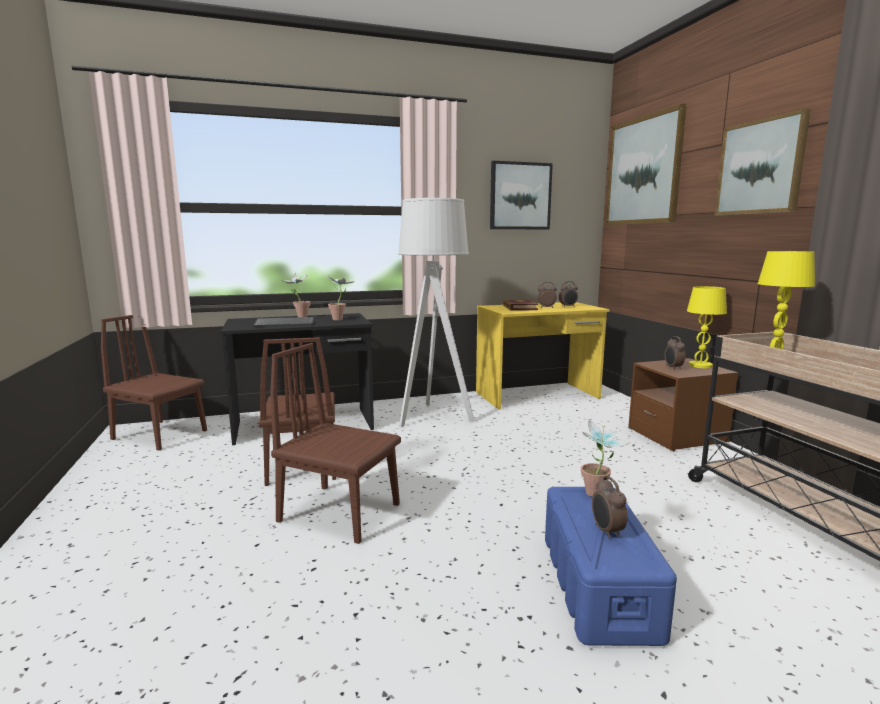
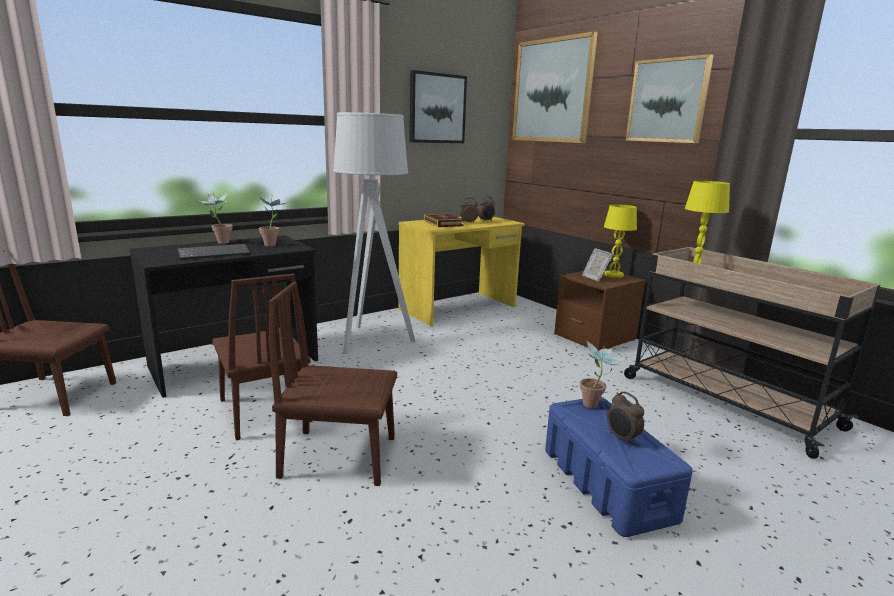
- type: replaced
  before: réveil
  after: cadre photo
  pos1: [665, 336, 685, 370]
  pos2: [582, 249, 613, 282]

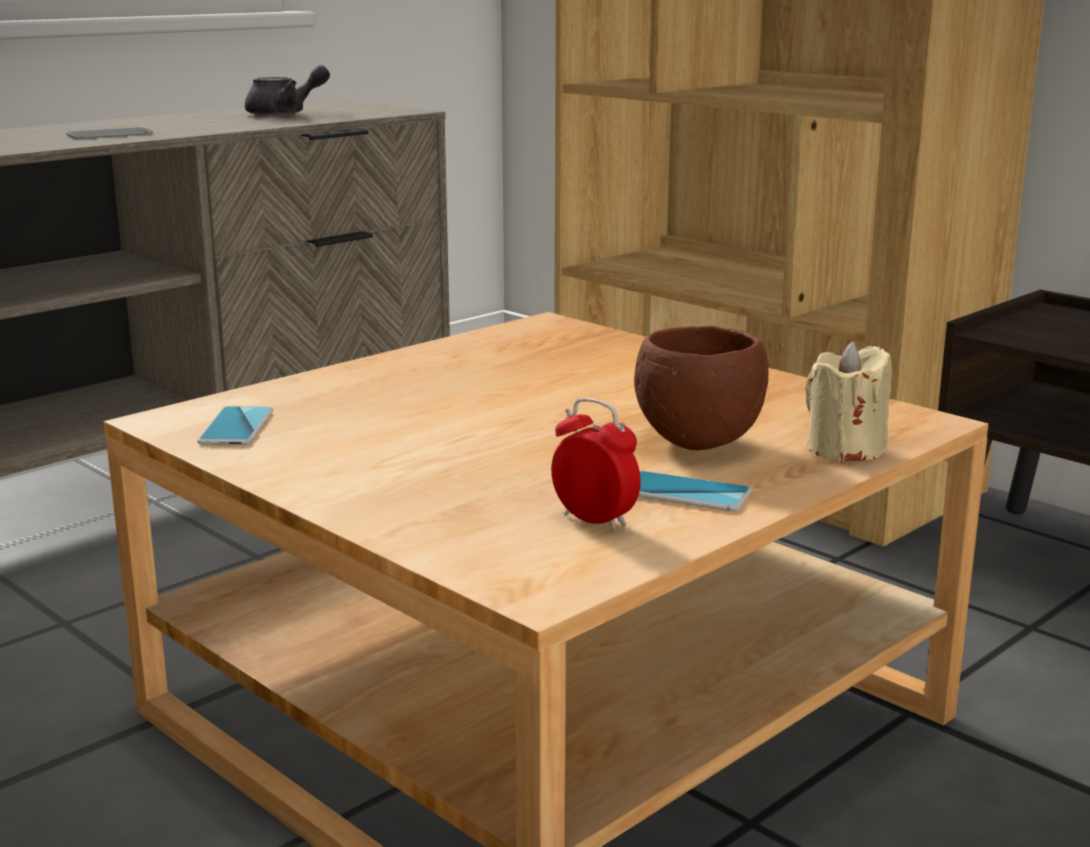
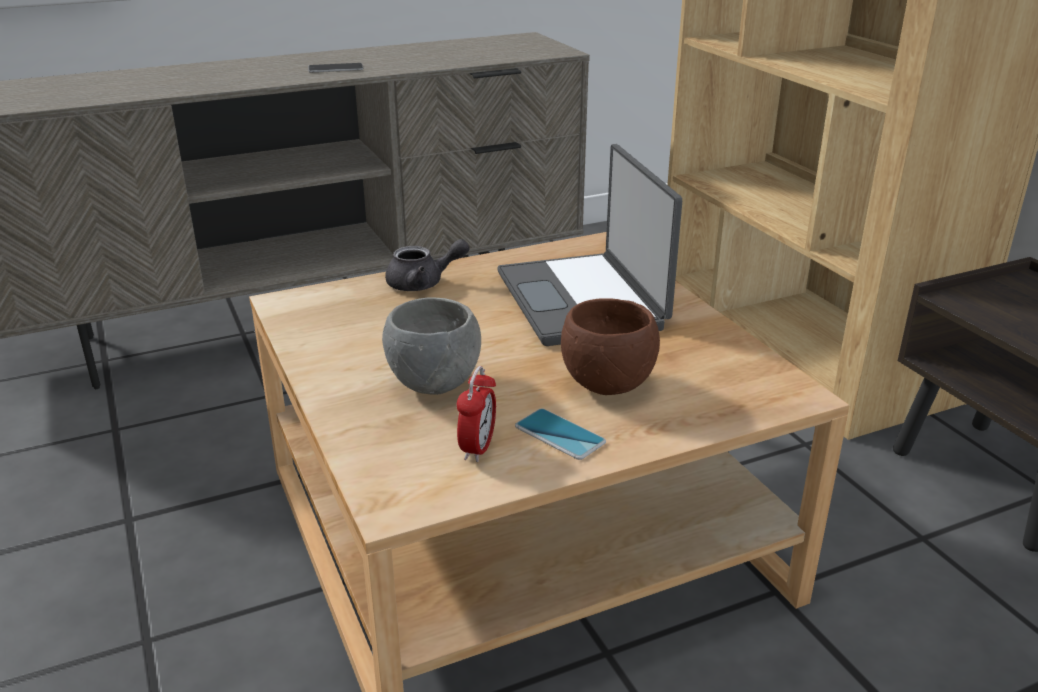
- type: added
  after: bol/gris
  pos2: [382, 297, 481, 395]
- type: moved
  before: théière/gris
  pos1: [245, 65, 330, 116]
  pos2: [385, 239, 469, 291]
- type: turned
  before: réveil
  pos1: [551, 398, 641, 531]
  pos2: [457, 366, 496, 462]
  turn: 45
- type: added
  after: ordinateur portable
  pos2: [497, 144, 682, 346]
- type: removed
  before: téléphone
  pos1: [197, 406, 273, 445]
- type: removed
  before: bougie/beige
  pos1: [805, 341, 892, 462]

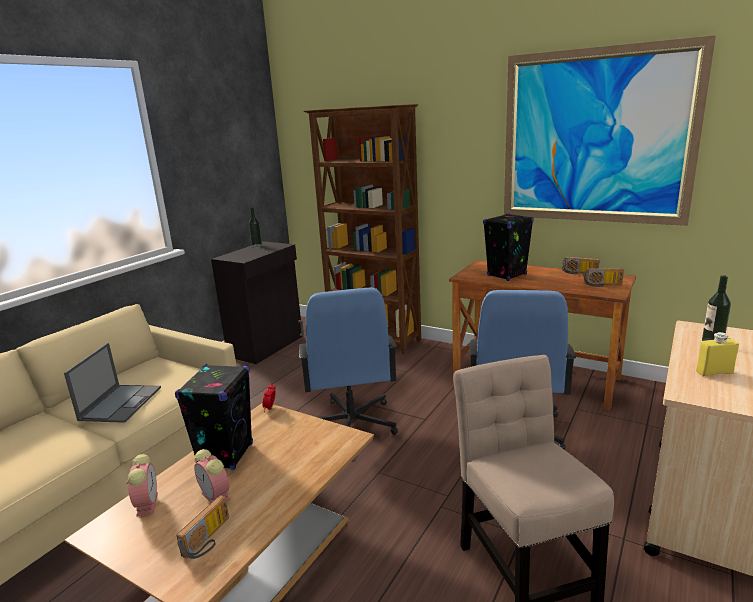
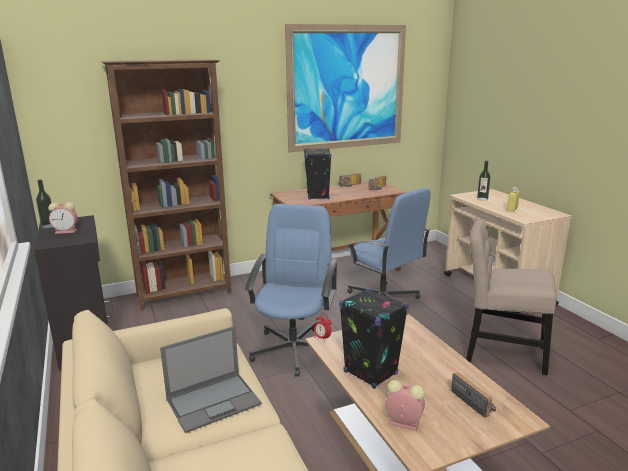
- type: moved
  before: réveil
  pos1: [194, 449, 230, 503]
  pos2: [48, 202, 78, 234]
- type: turned
  before: ordinateur portable
  pos1: [64, 343, 161, 423]
  pos2: [160, 326, 262, 433]
  turn: 105
- type: turned
  before: chaise de bureau/bleu
  pos1: [299, 288, 398, 435]
  pos2: [245, 204, 338, 377]
  turn: -105

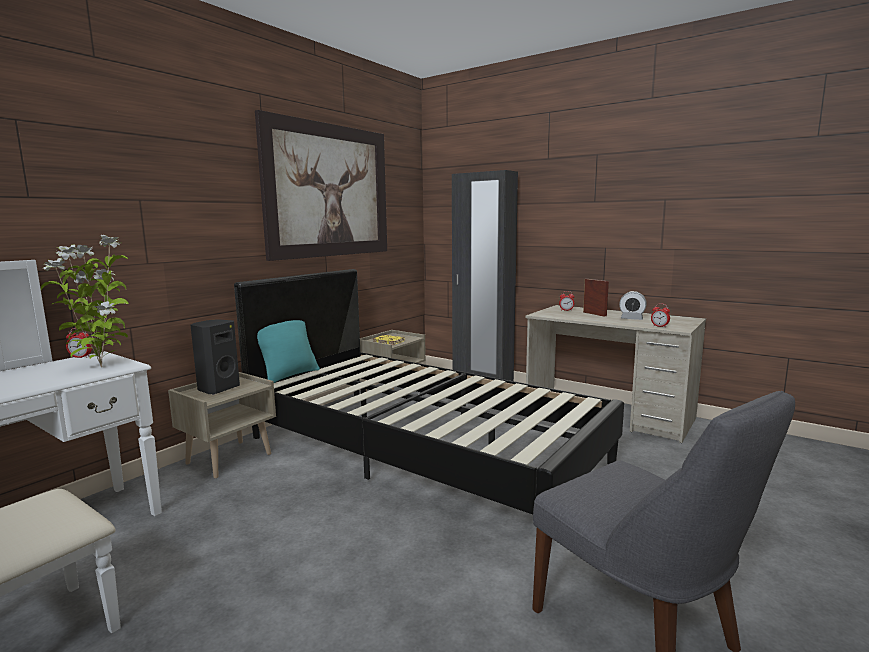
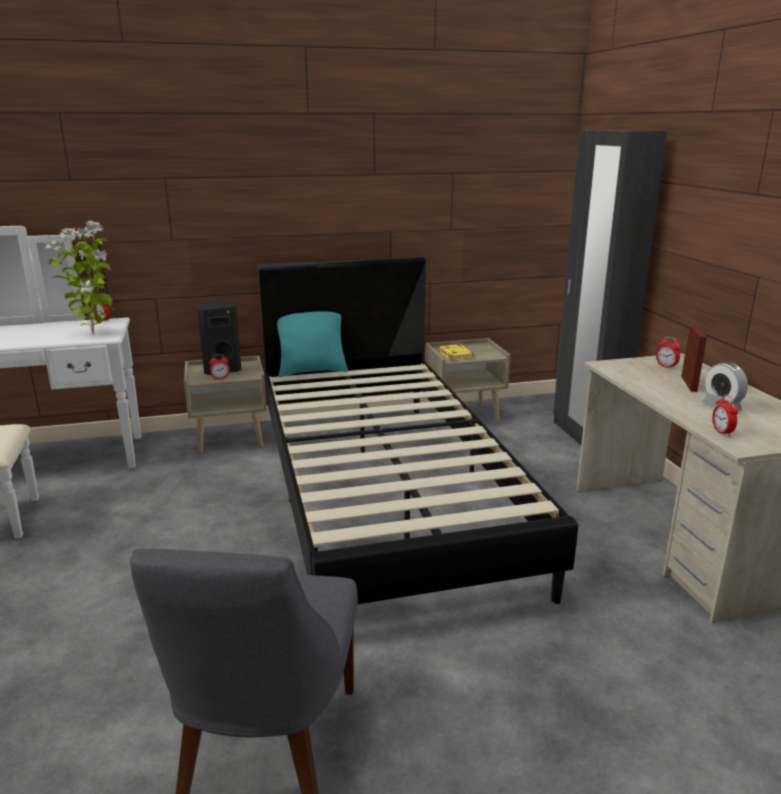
- type: added
  after: réveil
  pos2: [210, 354, 230, 380]
- type: removed
  before: tableau
  pos1: [255, 110, 387, 261]

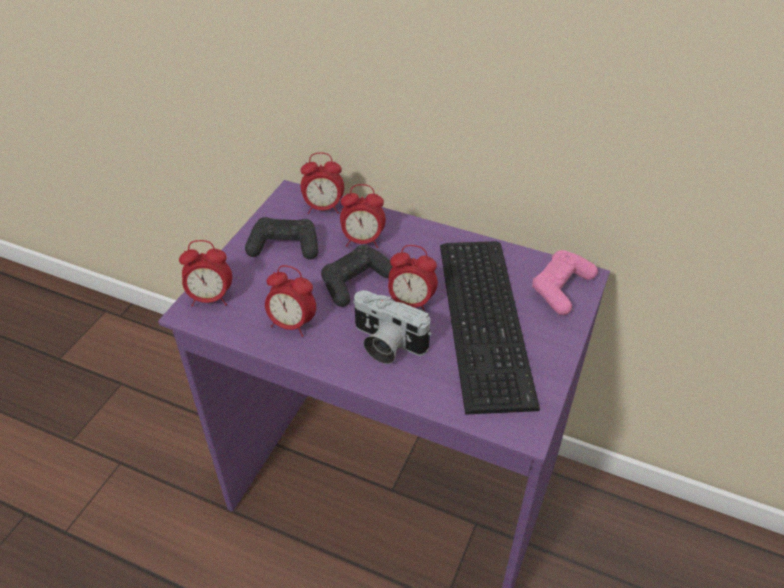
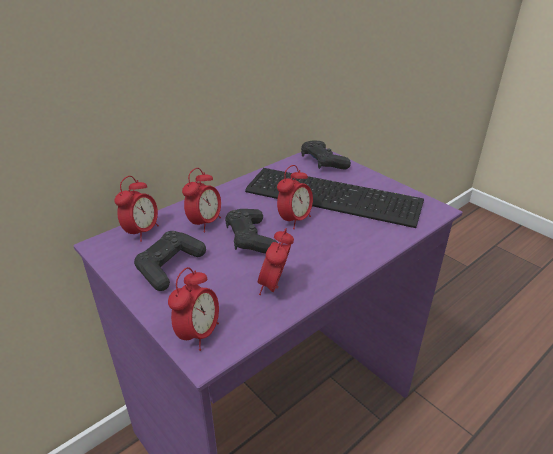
- type: turned
  before: réveil
  pos1: [265, 265, 316, 337]
  pos2: [258, 228, 294, 295]
  turn: 150
- type: recoloured
  before: manette/rose
  after: manette/noir
  pos1: [532, 250, 598, 315]
  pos2: [301, 140, 351, 170]
- type: removed
  before: appareil photo
  pos1: [353, 290, 432, 364]

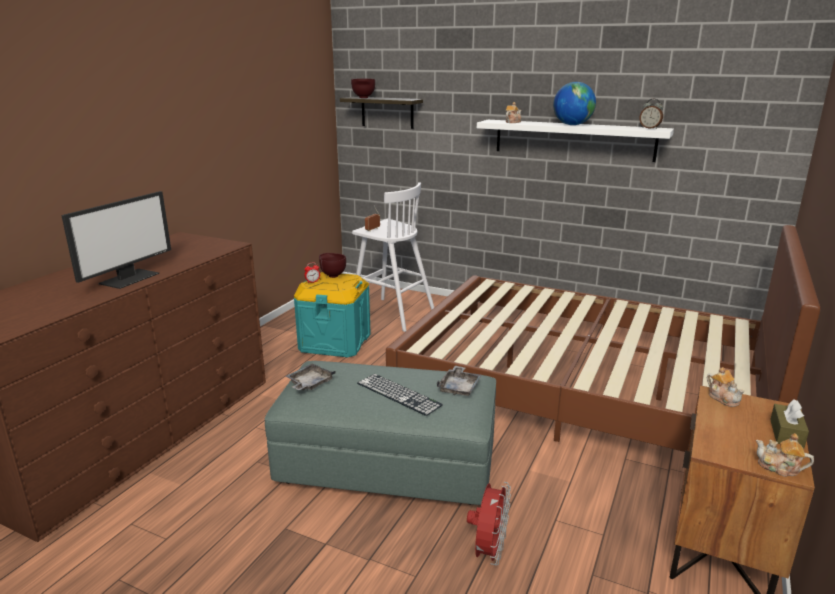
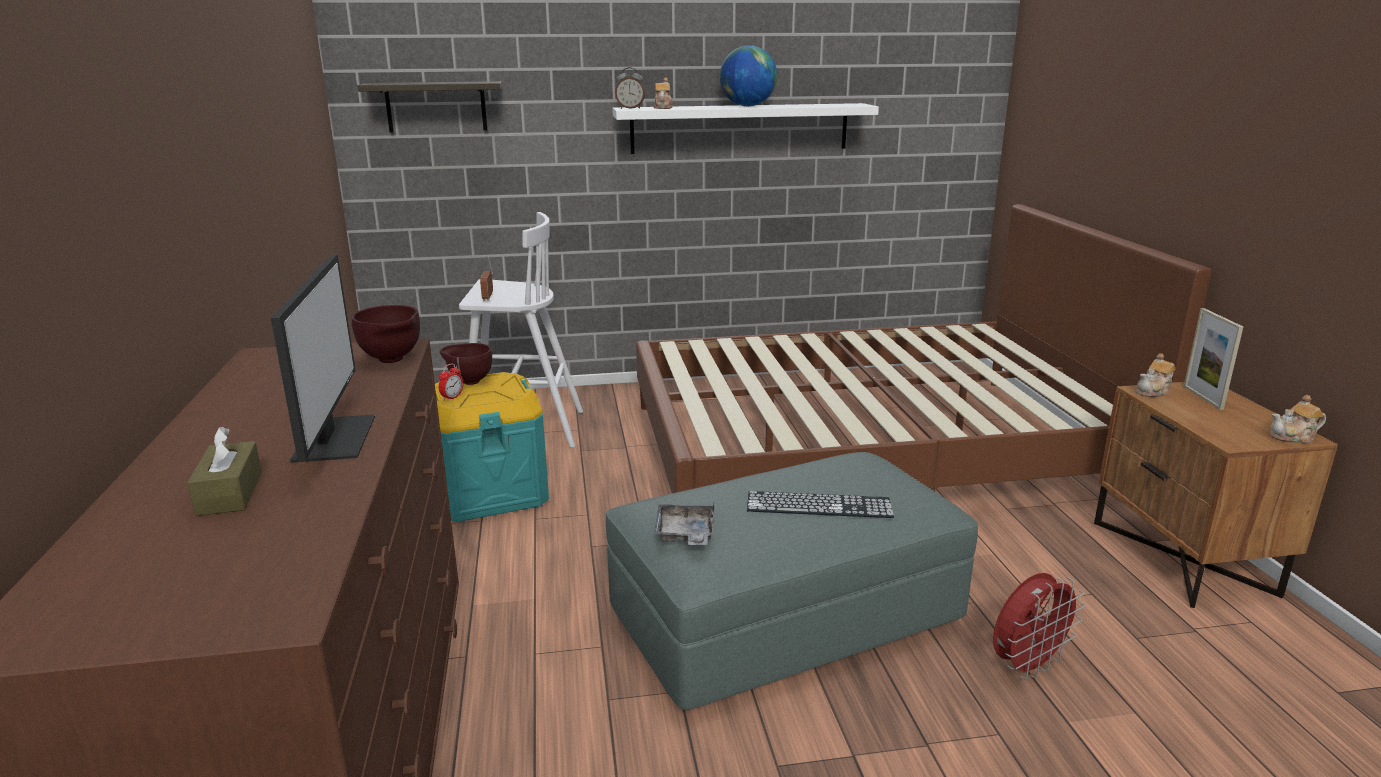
- type: moved
  before: boîte à mouchoirs/marron
  pos1: [770, 399, 809, 448]
  pos2: [187, 427, 262, 516]
- type: moved
  before: bol/marron
  pos1: [351, 79, 375, 98]
  pos2: [351, 305, 420, 363]
- type: moved
  before: réveil
  pos1: [640, 99, 663, 129]
  pos2: [615, 67, 645, 109]
- type: turned
  before: ventilateur/rouge
  pos1: [467, 482, 511, 565]
  pos2: [993, 573, 1085, 680]
  turn: 75
- type: turned
  before: théière
  pos1: [707, 367, 745, 407]
  pos2: [1136, 353, 1176, 397]
  turn: 120
- type: added
  after: cadre photo
  pos2: [1183, 308, 1243, 410]
- type: removed
  before: plateau/gris
  pos1: [437, 365, 482, 396]

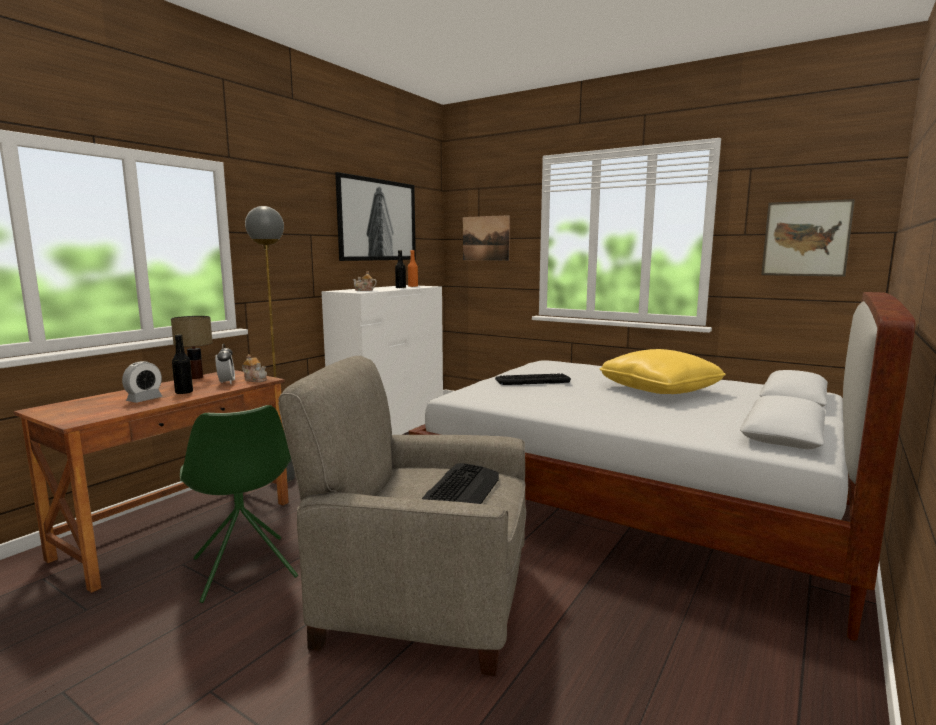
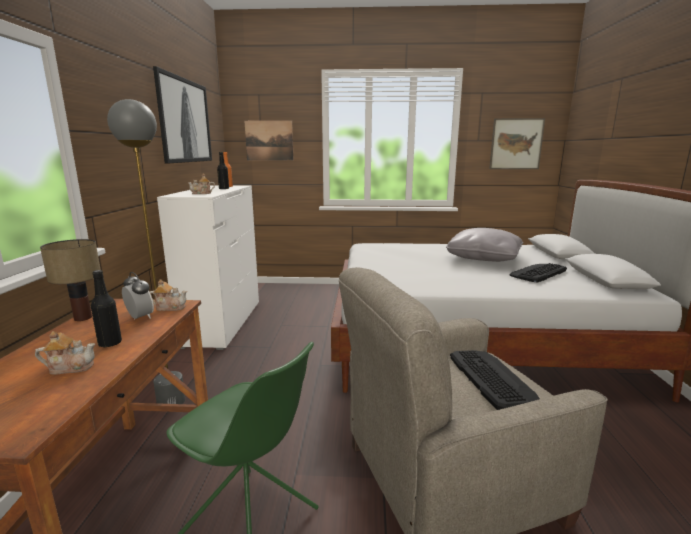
- type: replaced
  before: réveil
  after: théière
  pos1: [122, 361, 162, 403]
  pos2: [35, 331, 95, 375]
- type: recoloured
  before: coussin/jaune
  after: coussin/gris
  pos1: [600, 349, 726, 394]
  pos2: [446, 228, 523, 262]
- type: moved
  before: clavier
  pos1: [495, 373, 571, 385]
  pos2: [509, 263, 567, 283]

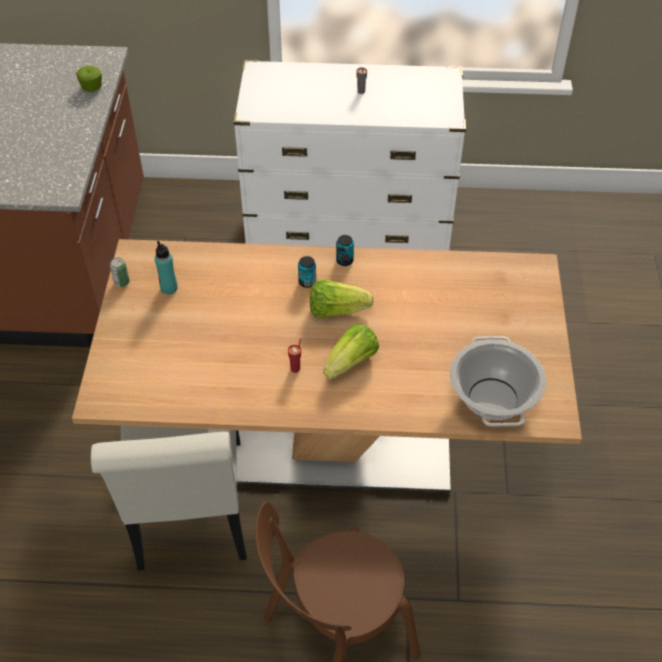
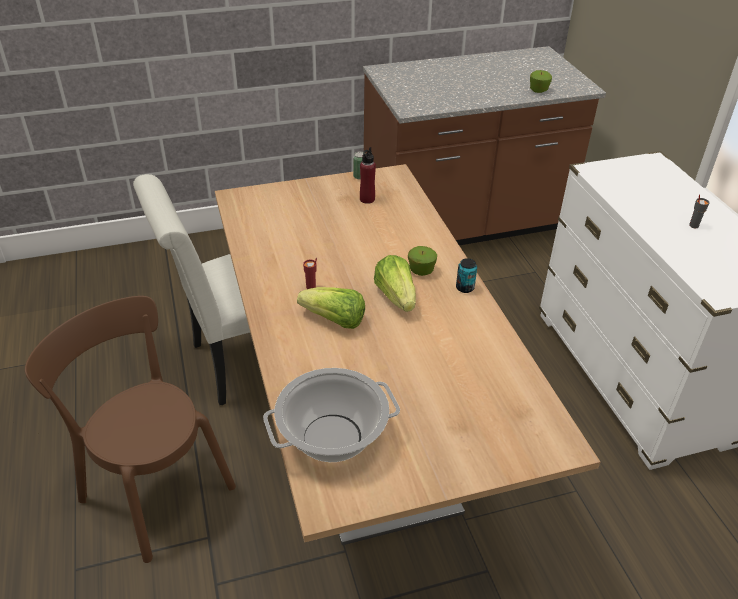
- type: recoloured
  before: bouteille/turquoise
  after: bouteille/rouge
  pos1: [155, 240, 177, 294]
  pos2: [360, 147, 376, 204]
- type: replaced
  before: boîte métallique
  after: pomme
  pos1: [298, 256, 316, 288]
  pos2: [408, 246, 437, 276]

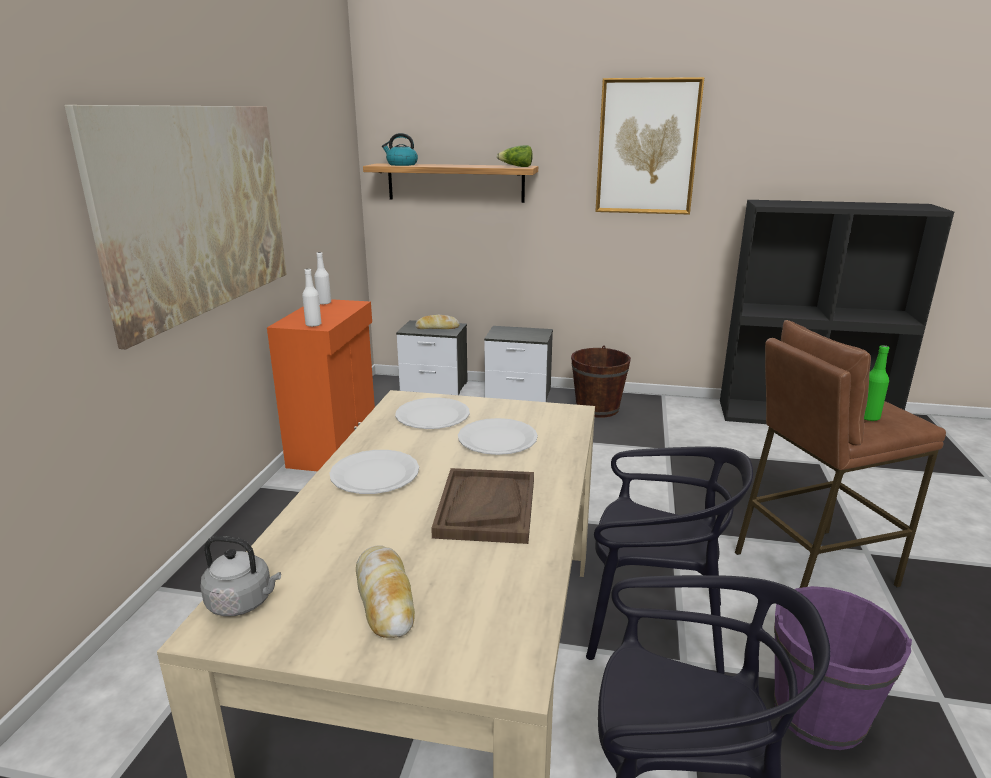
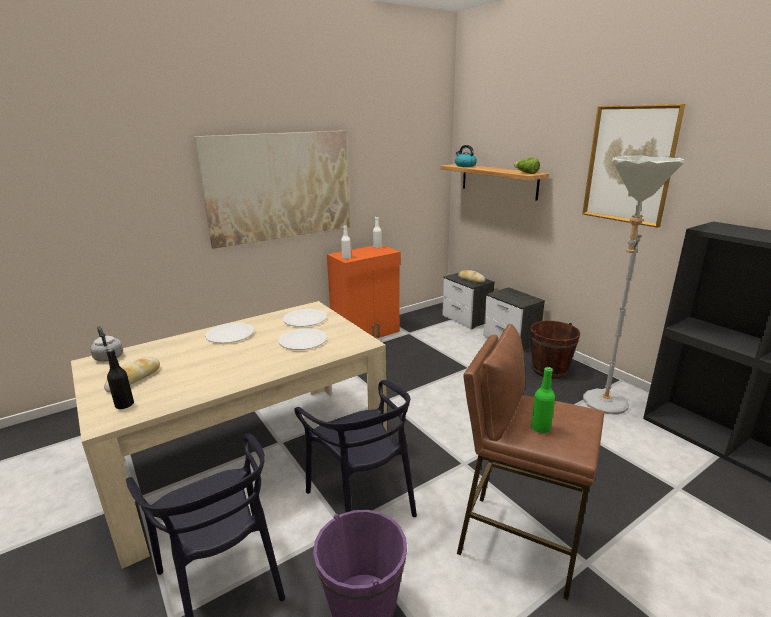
- type: added
  after: bouteille/noir
  pos2: [106, 349, 134, 409]
- type: added
  after: lampadaire/gris
  pos2: [583, 156, 685, 415]
- type: removed
  before: plateau/marron
  pos1: [431, 468, 534, 544]

